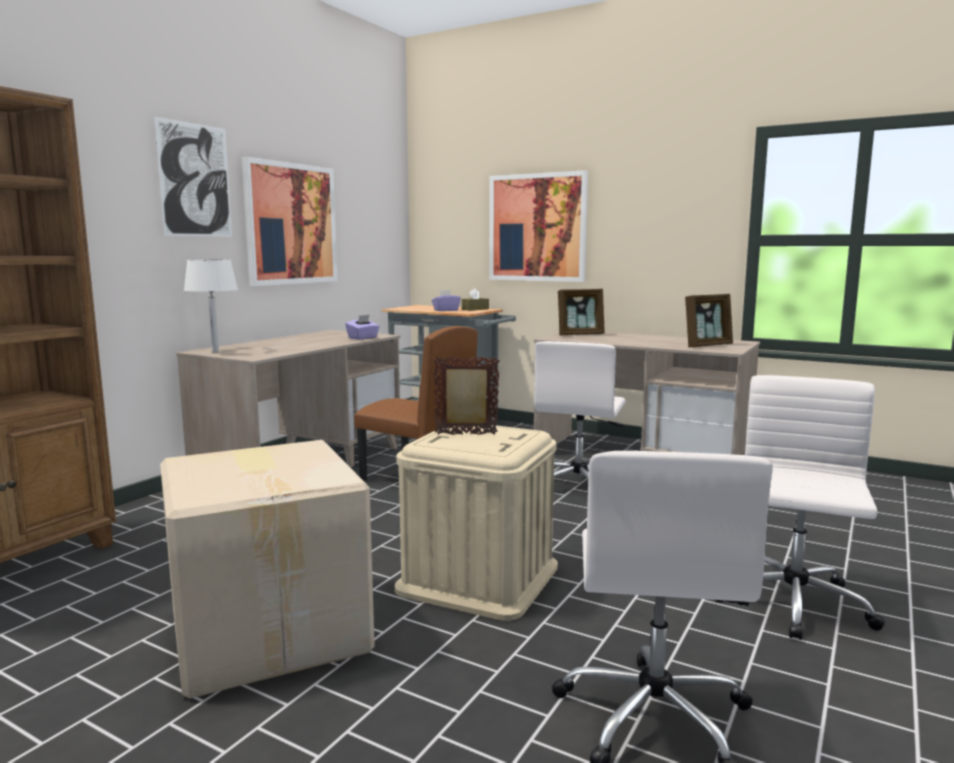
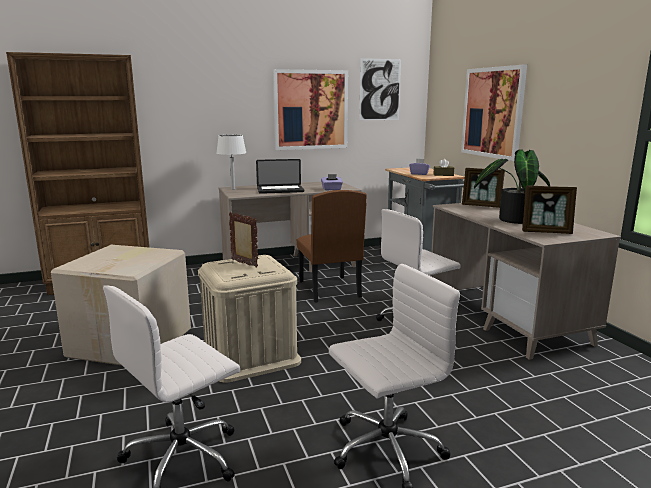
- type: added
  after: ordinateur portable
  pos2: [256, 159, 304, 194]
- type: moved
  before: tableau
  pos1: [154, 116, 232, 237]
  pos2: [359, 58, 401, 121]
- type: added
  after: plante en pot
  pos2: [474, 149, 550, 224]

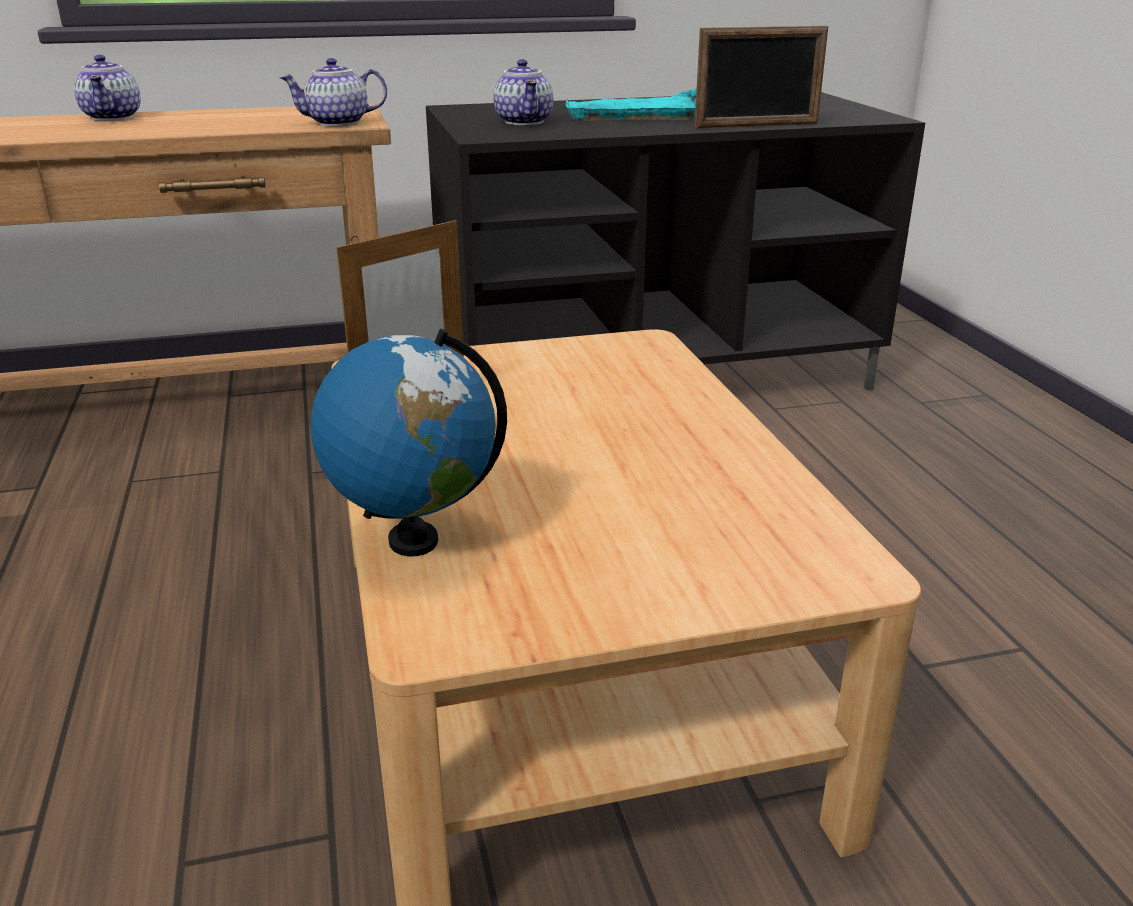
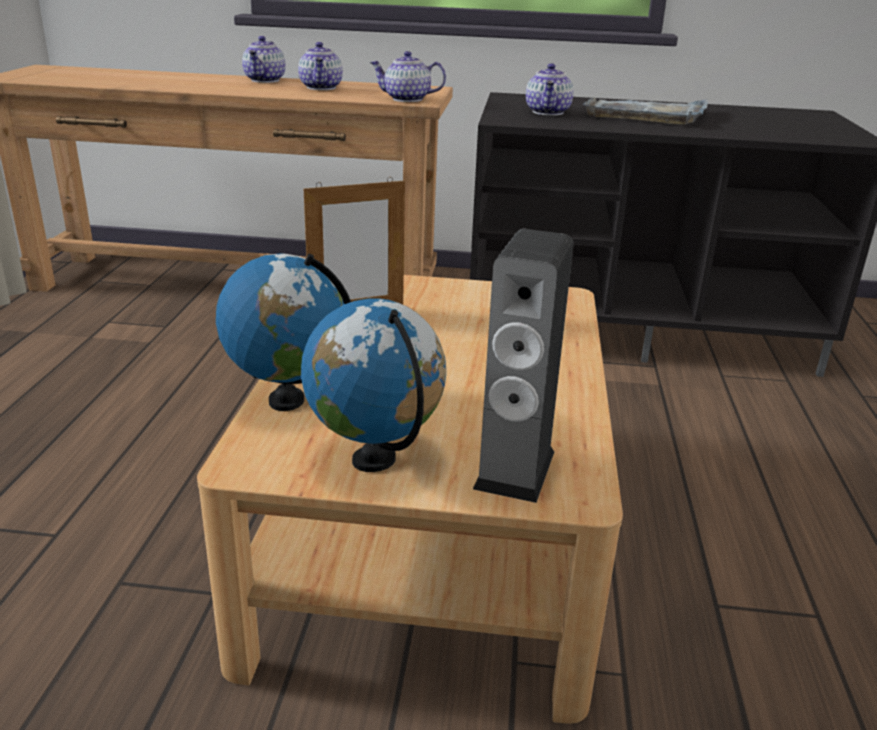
- type: added
  after: théière
  pos2: [298, 42, 343, 90]
- type: added
  after: globe
  pos2: [301, 298, 446, 472]
- type: added
  after: enceinte
  pos2: [473, 229, 573, 503]
- type: recoloured
  before: plateau/turquoise
  after: plateau/gris
  pos1: [566, 89, 696, 121]
  pos2: [583, 97, 708, 124]
- type: removed
  before: cadre photo
  pos1: [694, 26, 828, 129]

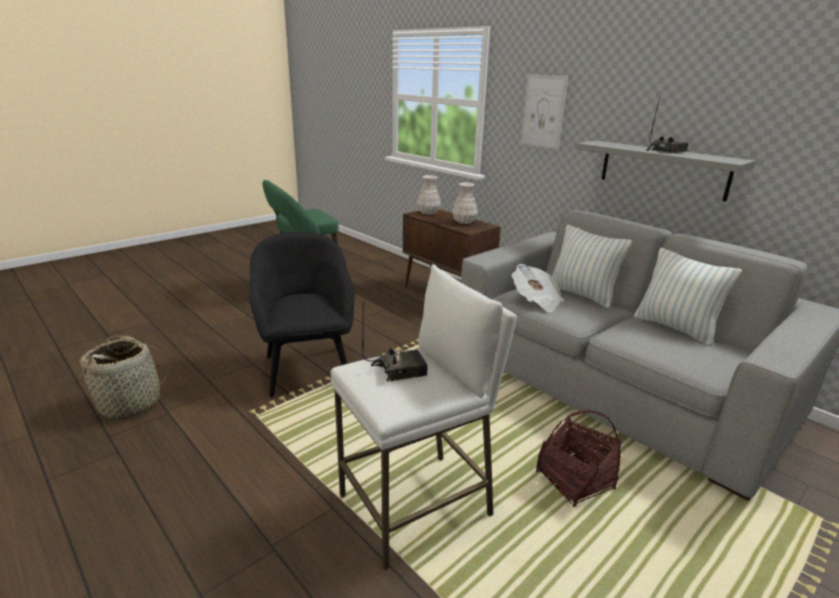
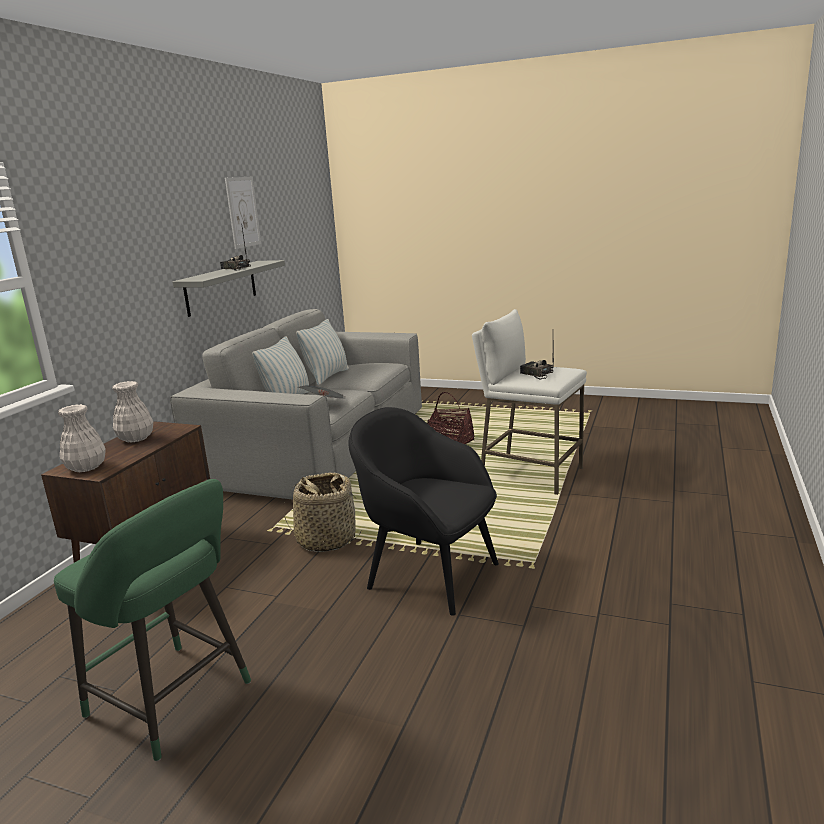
- type: moved
  before: tableau
  pos1: [521, 74, 568, 149]
  pos2: [225, 177, 261, 249]
- type: moved
  before: panier
  pos1: [79, 335, 170, 420]
  pos2: [284, 472, 361, 552]
- type: turned
  before: fauteuil/noir
  pos1: [249, 232, 355, 397]
  pos2: [349, 407, 499, 616]
  turn: 75

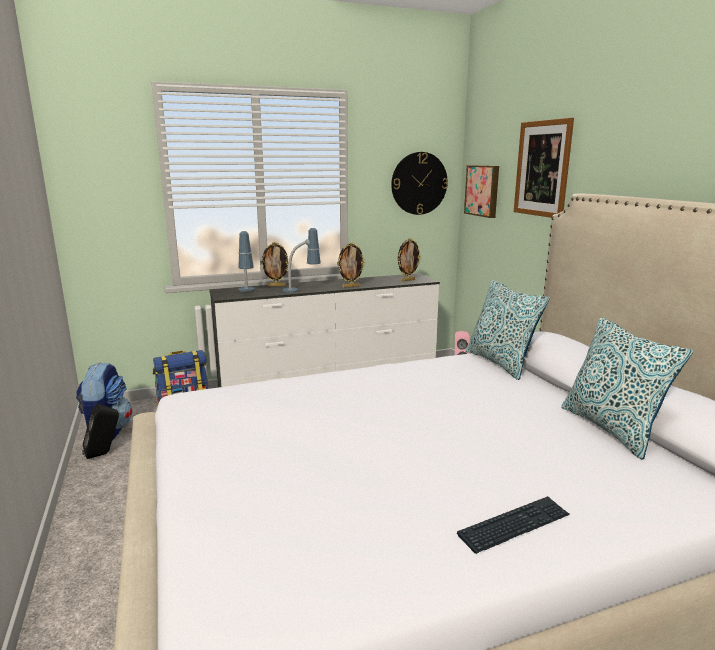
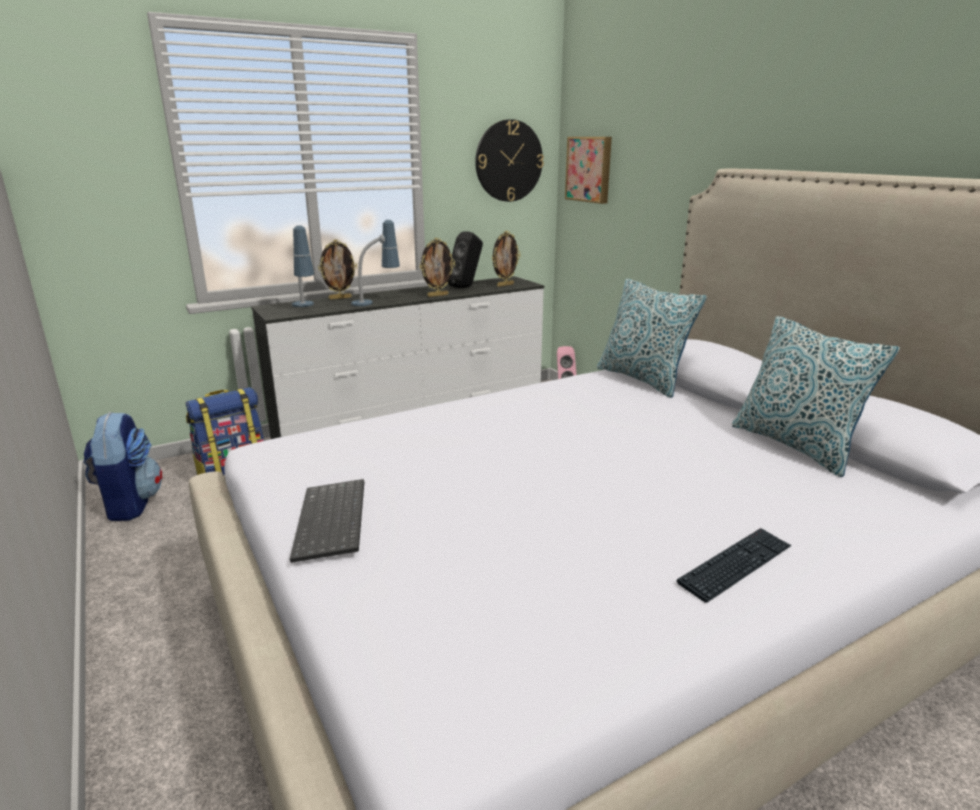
- type: added
  after: clavier
  pos2: [290, 479, 364, 563]
- type: moved
  before: enceinte/noir
  pos1: [82, 404, 119, 459]
  pos2: [448, 231, 483, 288]
- type: removed
  before: tableau
  pos1: [514, 118, 574, 218]

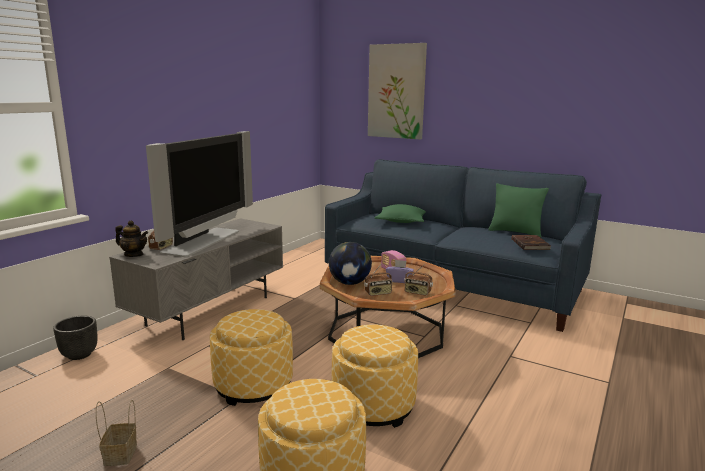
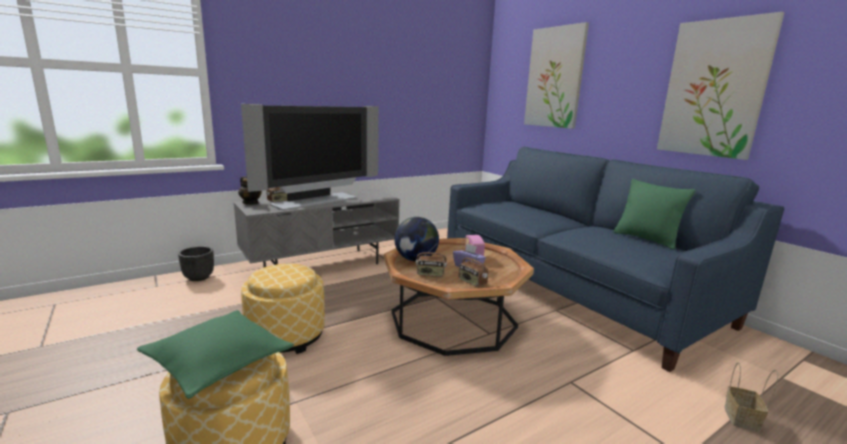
- type: moved
  before: coussin/vert
  pos1: [375, 204, 426, 223]
  pos2: [137, 310, 294, 399]
- type: added
  after: tableau
  pos2: [657, 12, 784, 160]
- type: moved
  before: panier
  pos1: [96, 400, 137, 466]
  pos2: [724, 362, 778, 432]
- type: removed
  before: pouf
  pos1: [332, 324, 418, 428]
- type: removed
  before: livre/marron
  pos1: [512, 235, 551, 250]

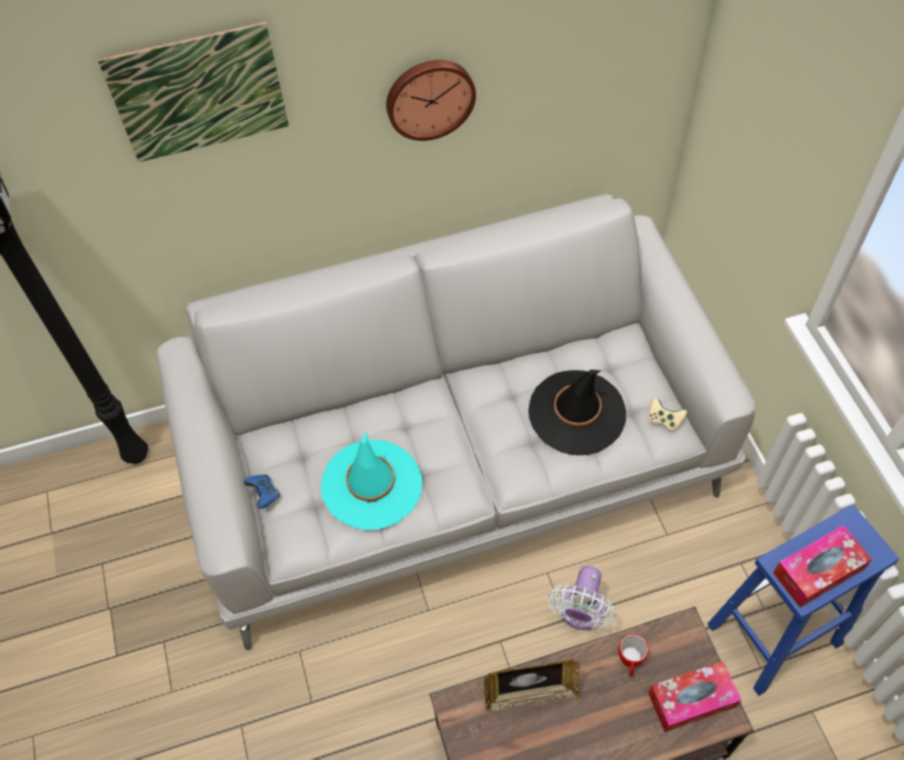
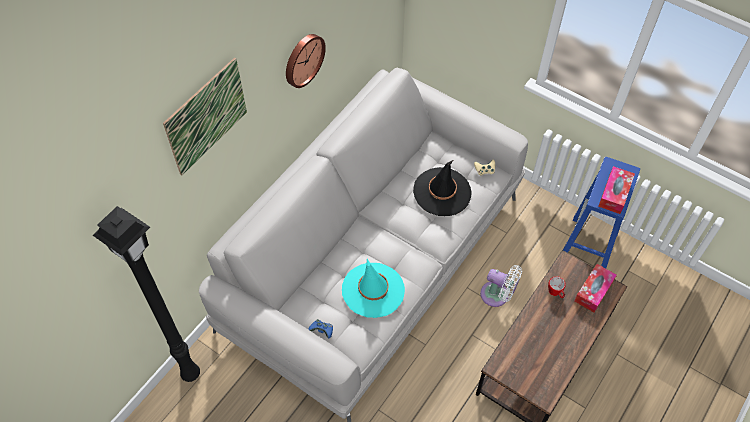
- type: turned
  before: ventilateur/blanc
  pos1: [548, 566, 614, 630]
  pos2: [480, 265, 522, 307]
  turn: -45
- type: removed
  before: cadre photo
  pos1: [484, 659, 580, 712]

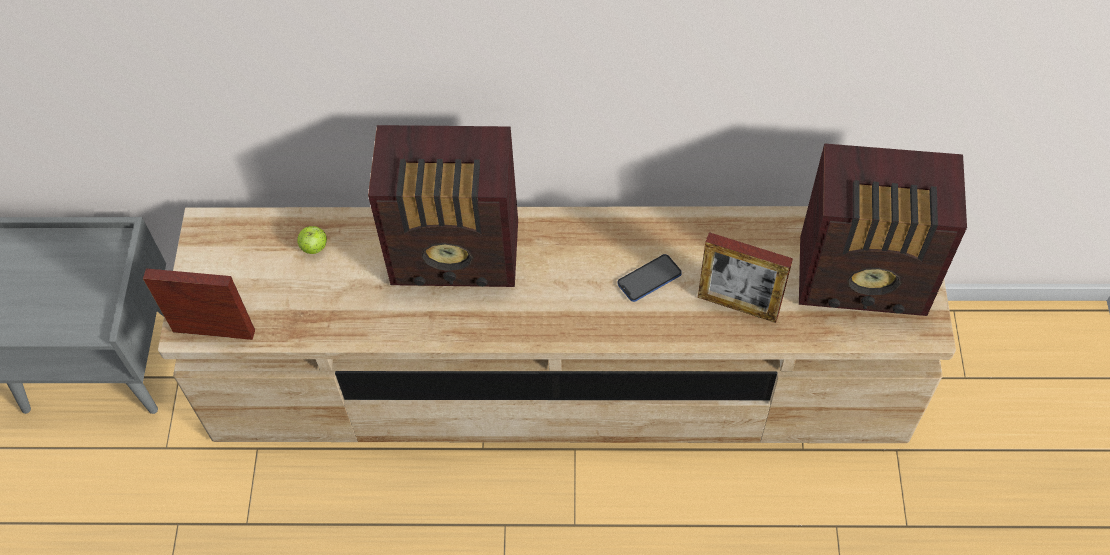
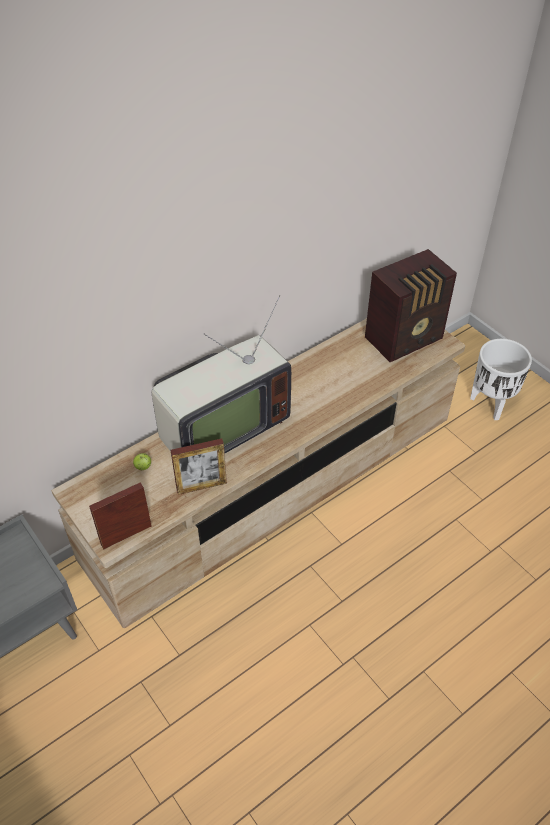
- type: replaced
  before: radio
  after: téléviseur
  pos1: [368, 125, 518, 287]
  pos2: [151, 295, 291, 453]
- type: moved
  before: cadre photo
  pos1: [698, 232, 793, 323]
  pos2: [171, 438, 227, 495]
- type: added
  after: cache-pot/blanc
  pos2: [470, 339, 532, 420]
- type: removed
  before: téléphone
  pos1: [618, 254, 682, 302]

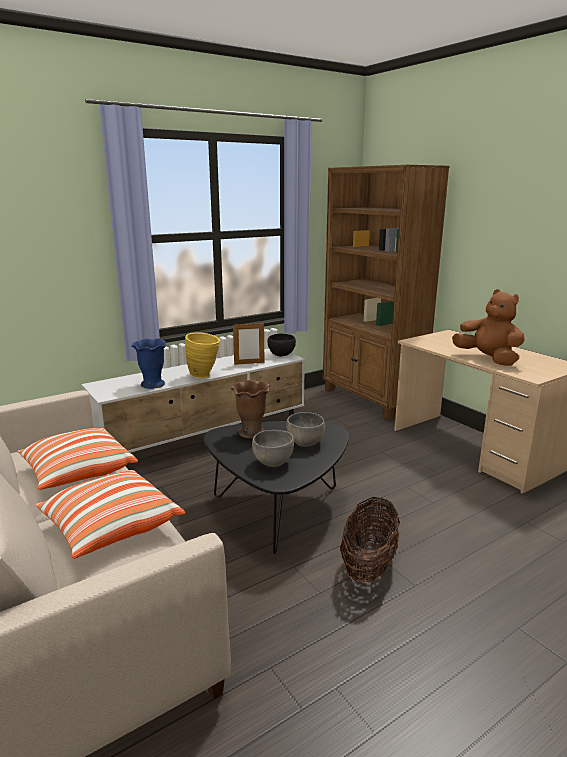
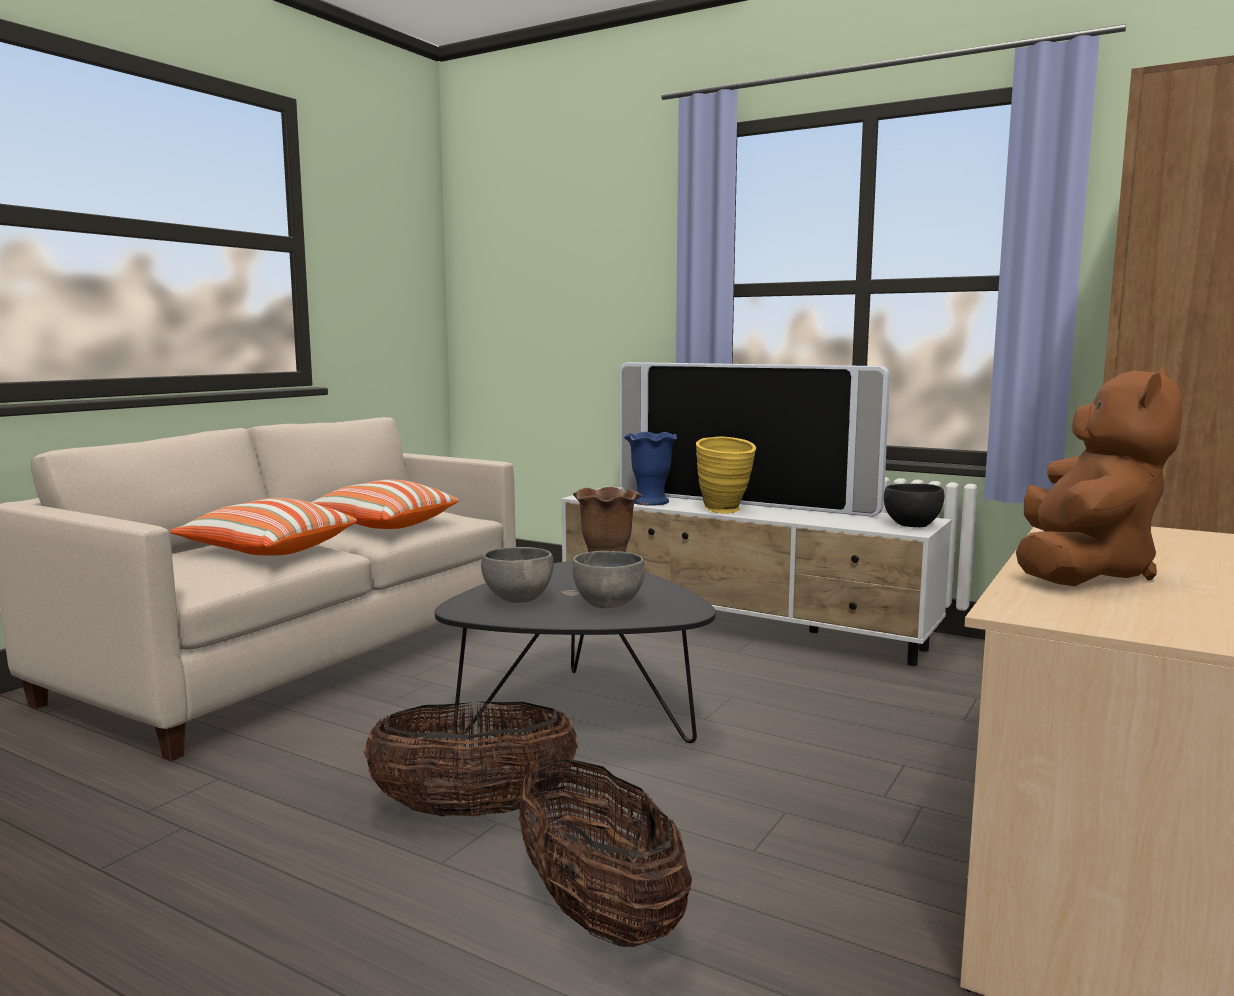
- type: added
  after: panier
  pos2: [519, 759, 692, 947]
- type: added
  after: téléviseur
  pos2: [620, 362, 890, 517]
- type: removed
  before: cadre photo
  pos1: [233, 322, 265, 365]

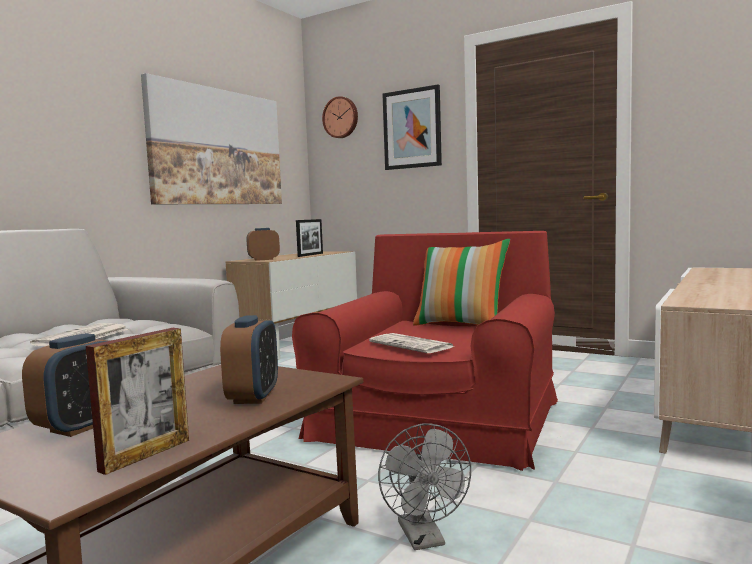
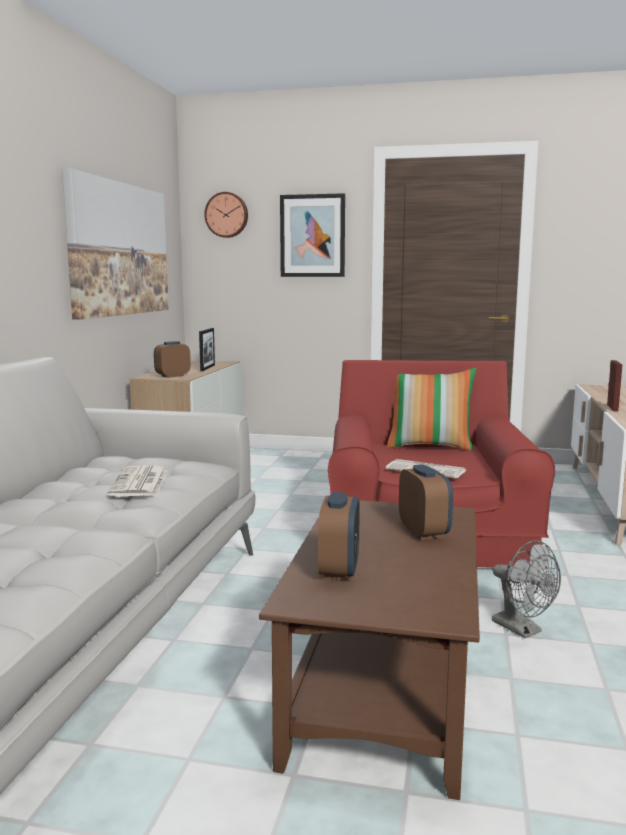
- type: moved
  before: cadre photo
  pos1: [86, 328, 189, 475]
  pos2: [607, 360, 622, 411]

